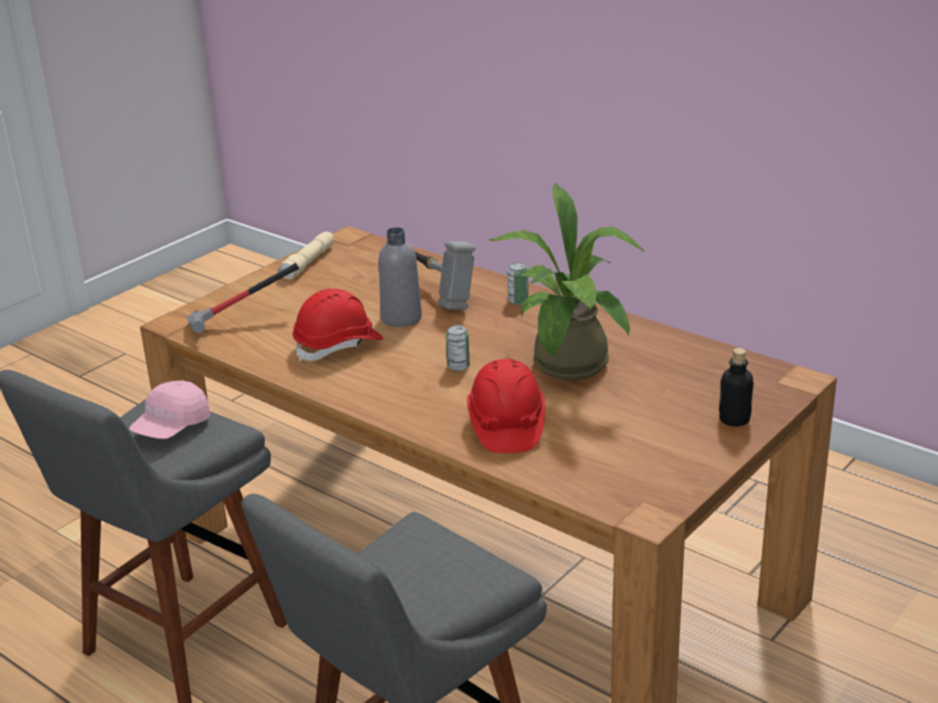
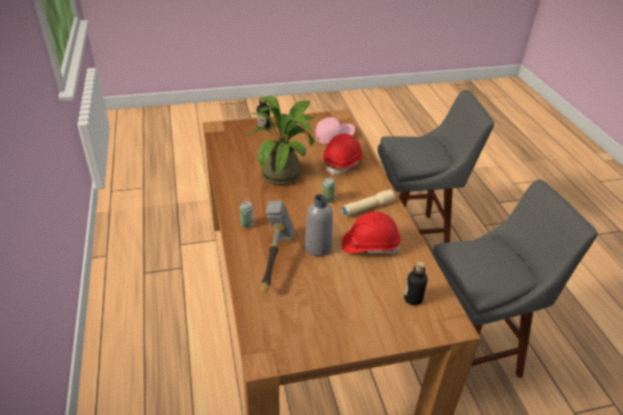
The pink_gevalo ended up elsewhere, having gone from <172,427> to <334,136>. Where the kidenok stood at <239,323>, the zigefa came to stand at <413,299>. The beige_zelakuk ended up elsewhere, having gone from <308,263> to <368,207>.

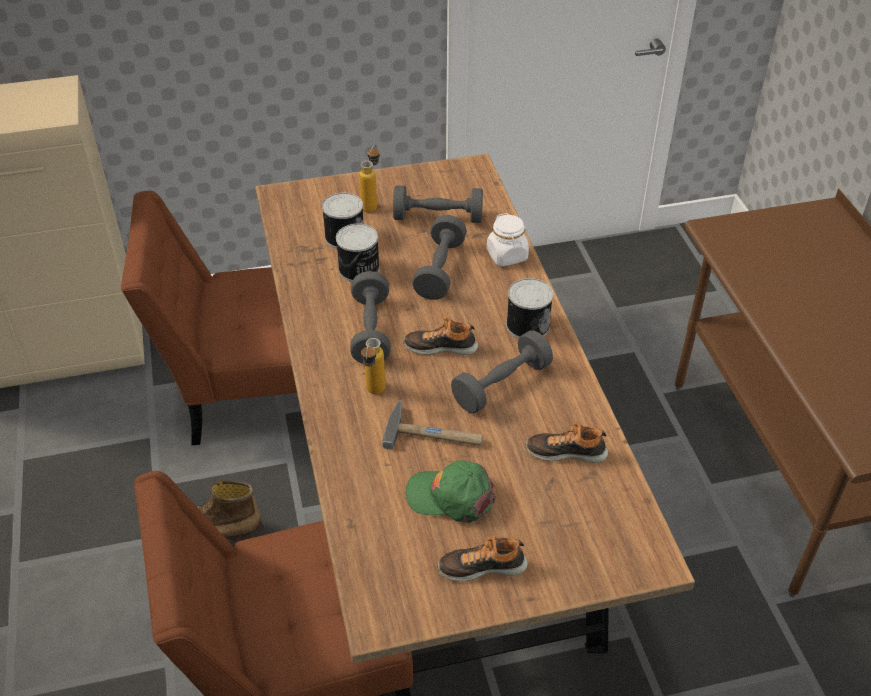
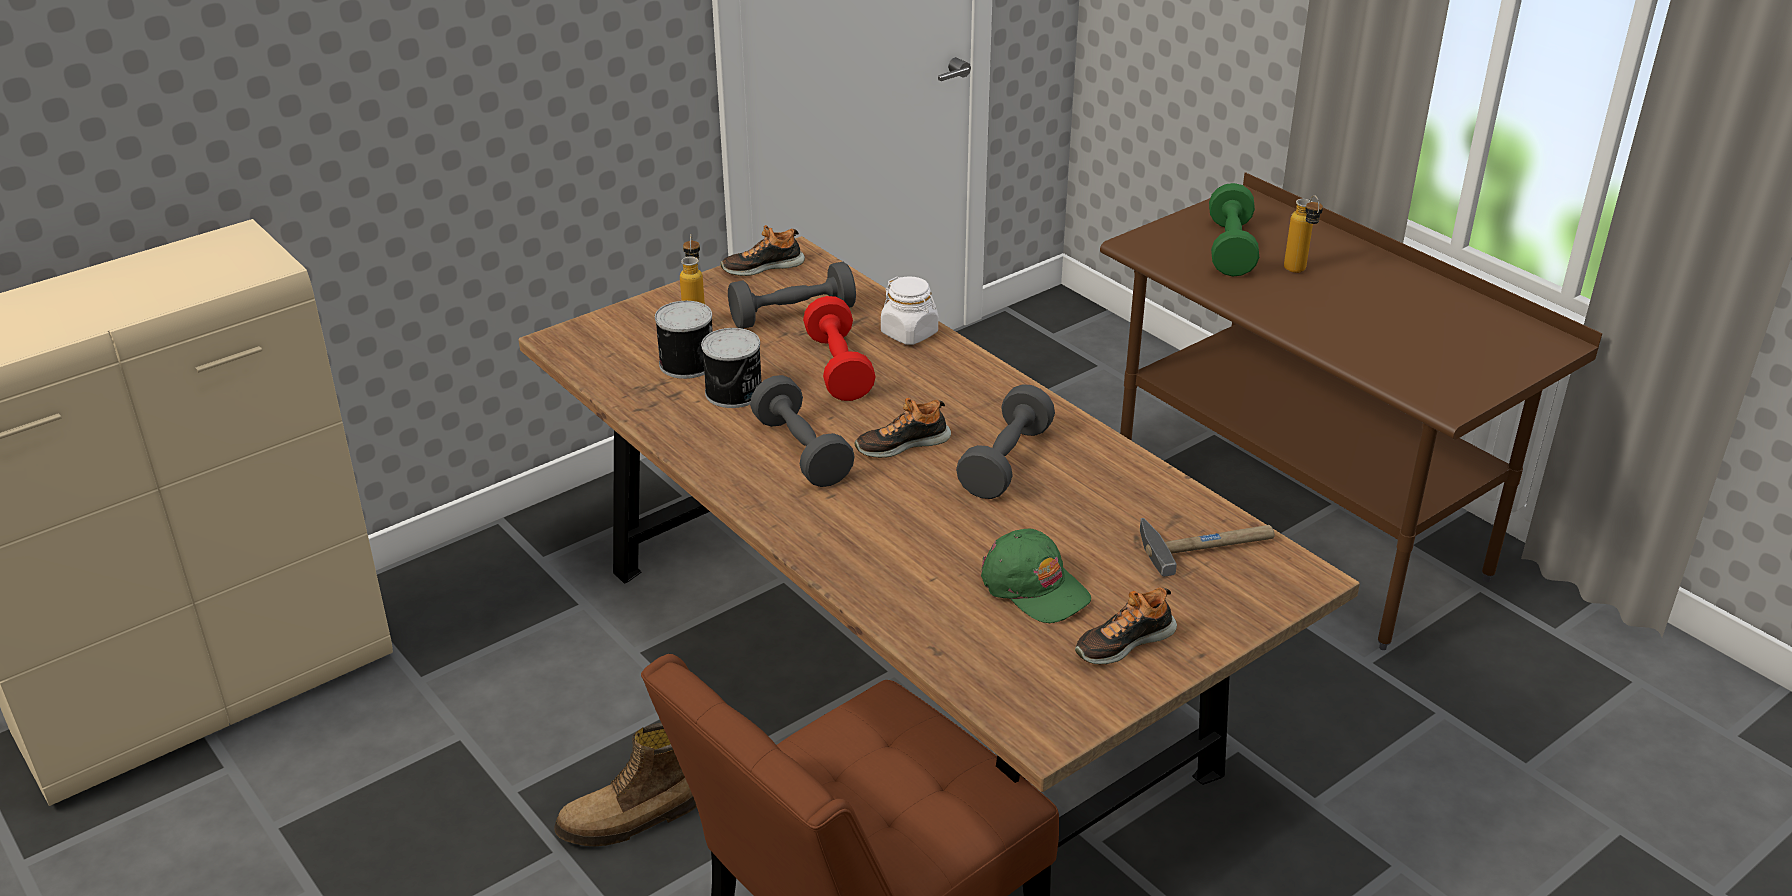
The second view lost the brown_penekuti at <251,390>. The zigefa ended up elsewhere, having gone from <373,394> to <1298,272>. The kidenok ended up elsewhere, having gone from <434,434> to <1207,544>. The green_gevalo at <451,496> ended up facing another way, 120 degrees counterclockwise from before. What was the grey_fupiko at <440,270> turned into the red_fupiko at <838,368>. The second view lost the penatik at <527,324>. The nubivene ended up elsewhere, having gone from <566,451> to <762,267>. The second view gained the green_fupiko at <1230,249>.

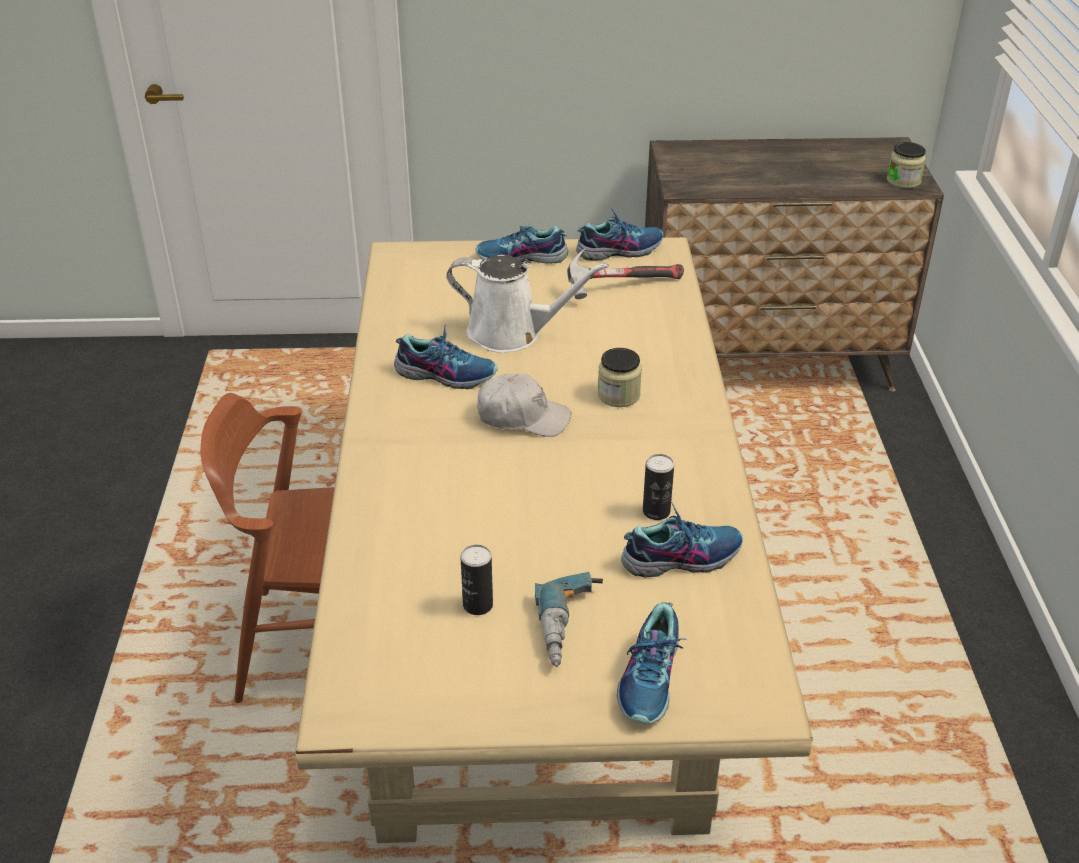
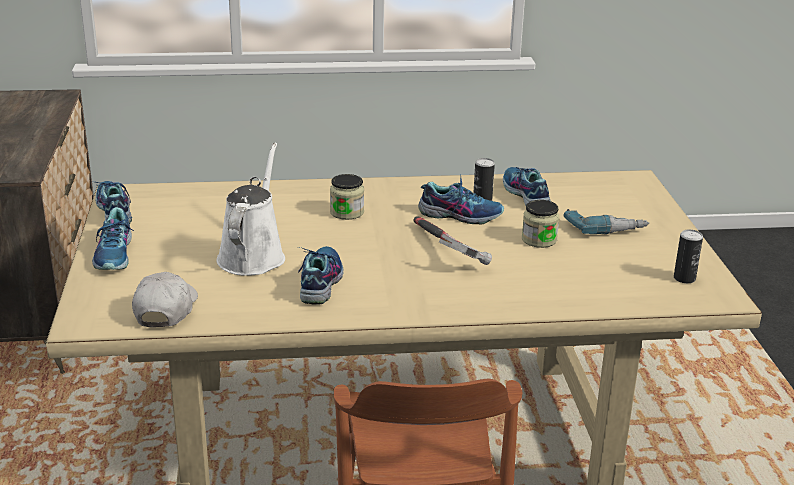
The penatik ended up elsewhere, having gone from <478,605> to <684,278>. The white_gevalo ended up elsewhere, having gone from <523,417> to <165,309>. The kidenok ended up elsewhere, having gone from <620,287> to <445,251>. The nubivene ended up elsewhere, having gone from <651,678> to <460,215>. The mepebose ended up elsewhere, having gone from <903,181> to <539,240>.

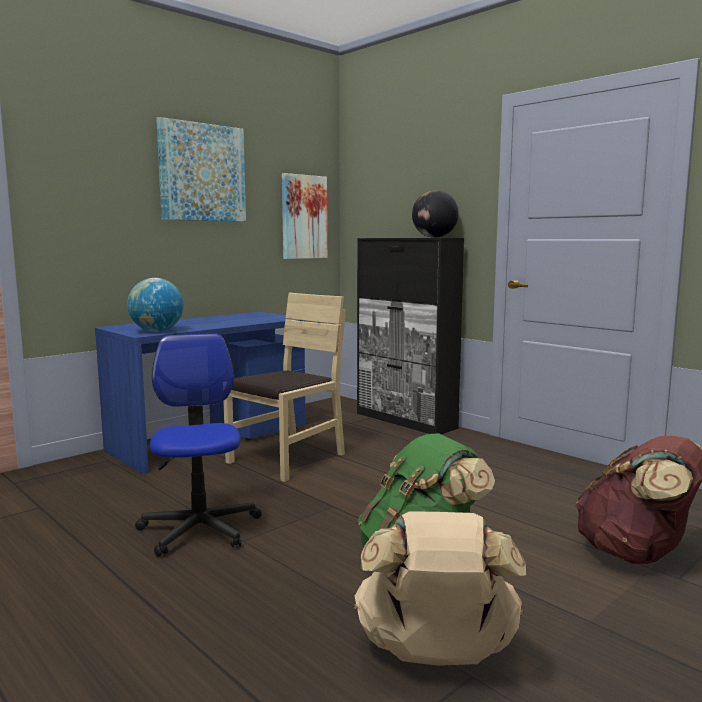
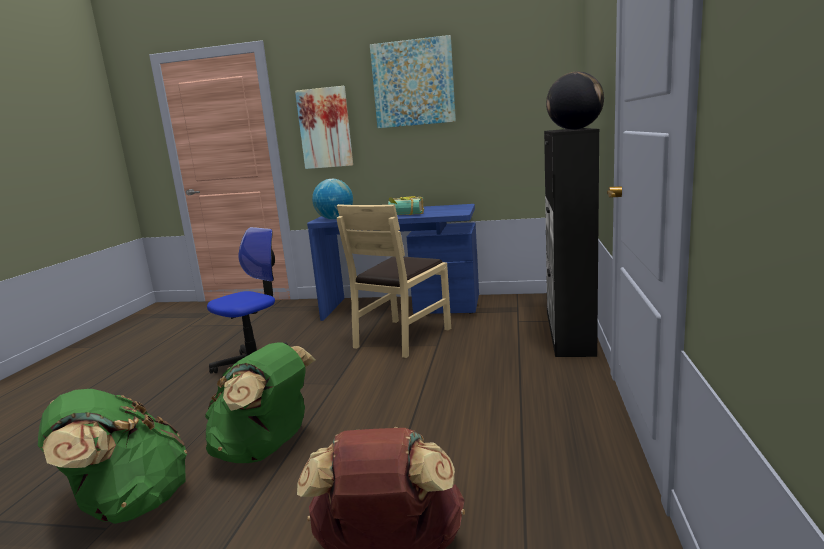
The beige_penekuti at <287,459> ended up facing another way, 120 degrees clockwise from before. The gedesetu ended up elsewhere, having gone from <303,217> to <325,128>. What was the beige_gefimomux at <436,655> turned into the green_gefimomux at <129,504>. The second view gained the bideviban at <406,215>.

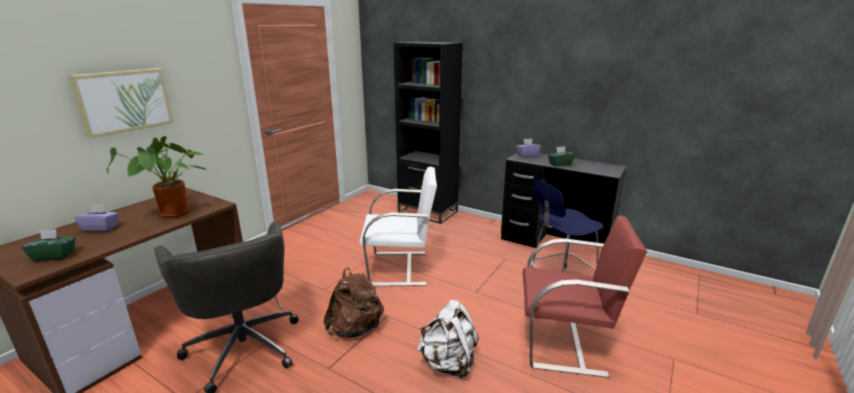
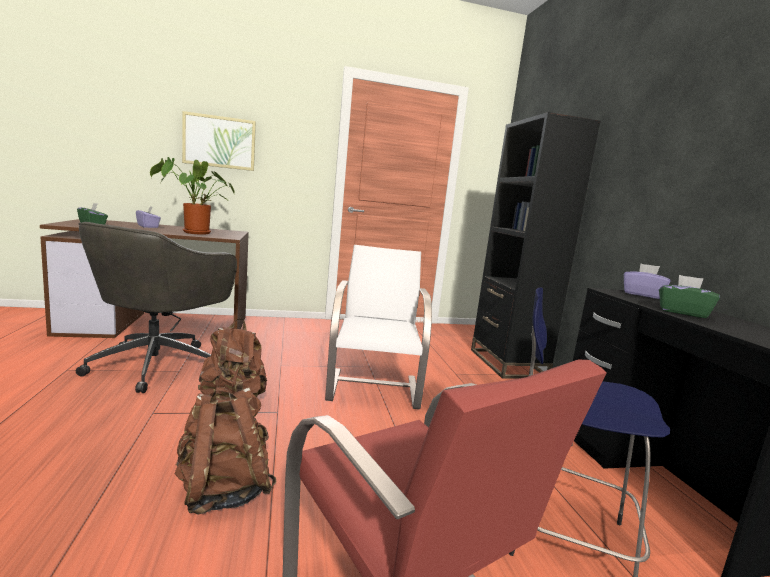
The white_penekuti at <400,268> ended up facing another way, 135 degrees counterclockwise from before. What was the white_gefimomux at <448,363> turned into the brown_gefimomux at <223,491>.

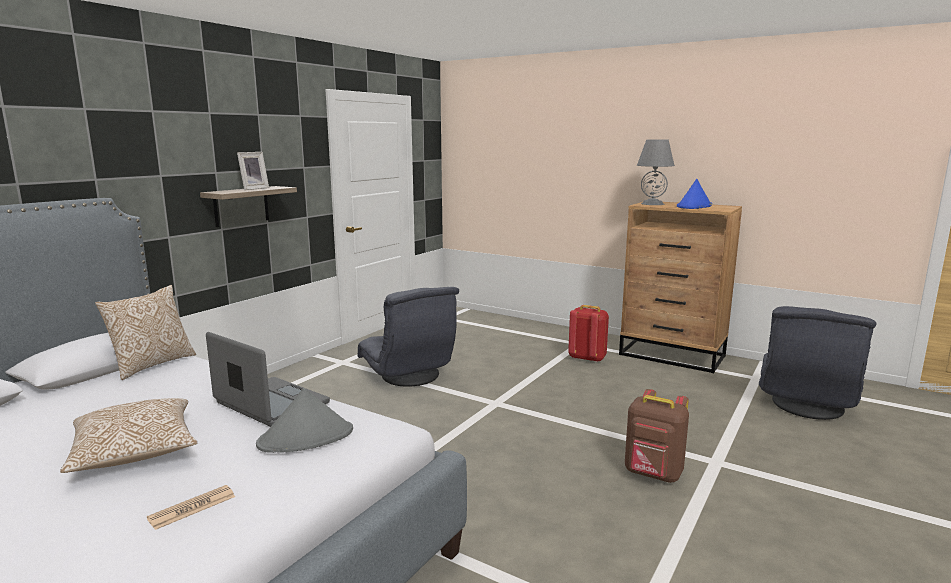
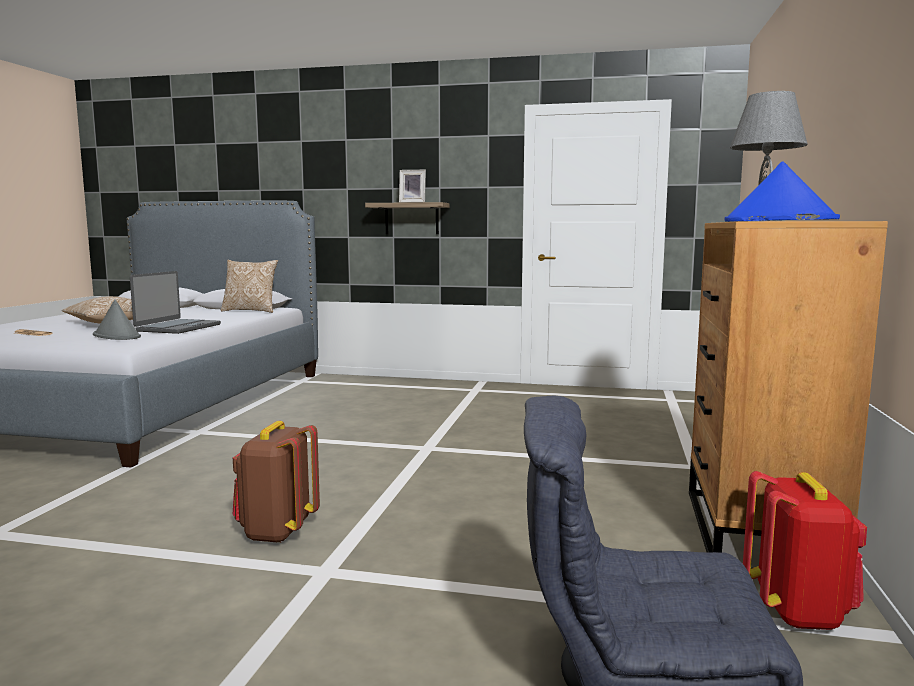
The second view lost the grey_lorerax at <409,376>. The red_gefimomux ended up elsewhere, having gone from <587,358> to <798,611>.

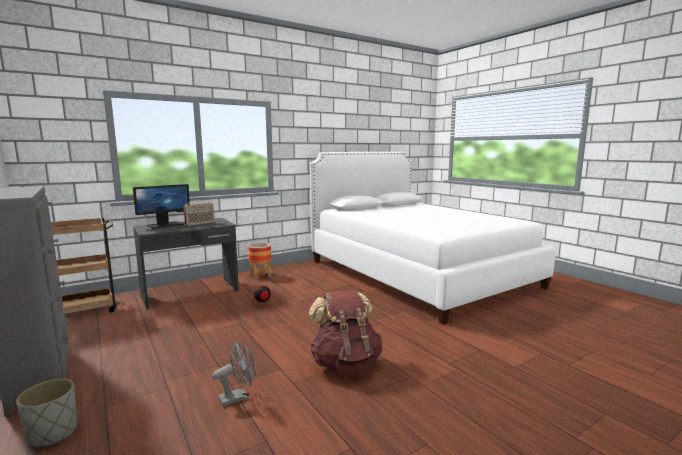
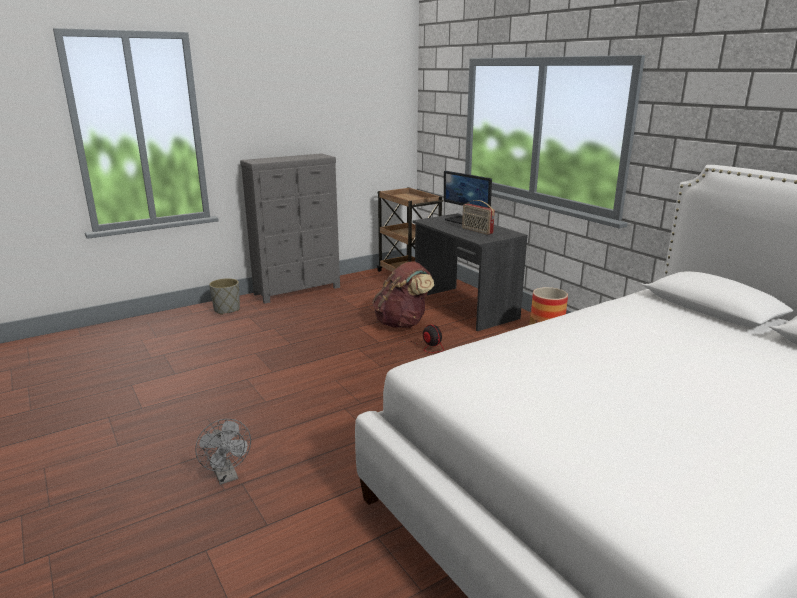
The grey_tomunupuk ended up elsewhere, having gone from <238,397> to <227,476>. The brown_gefimomux ended up elsewhere, having gone from <345,364> to <402,323>.

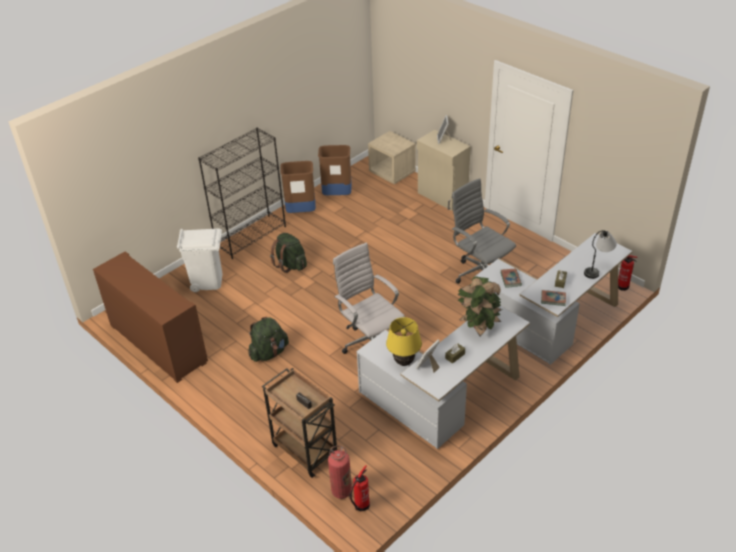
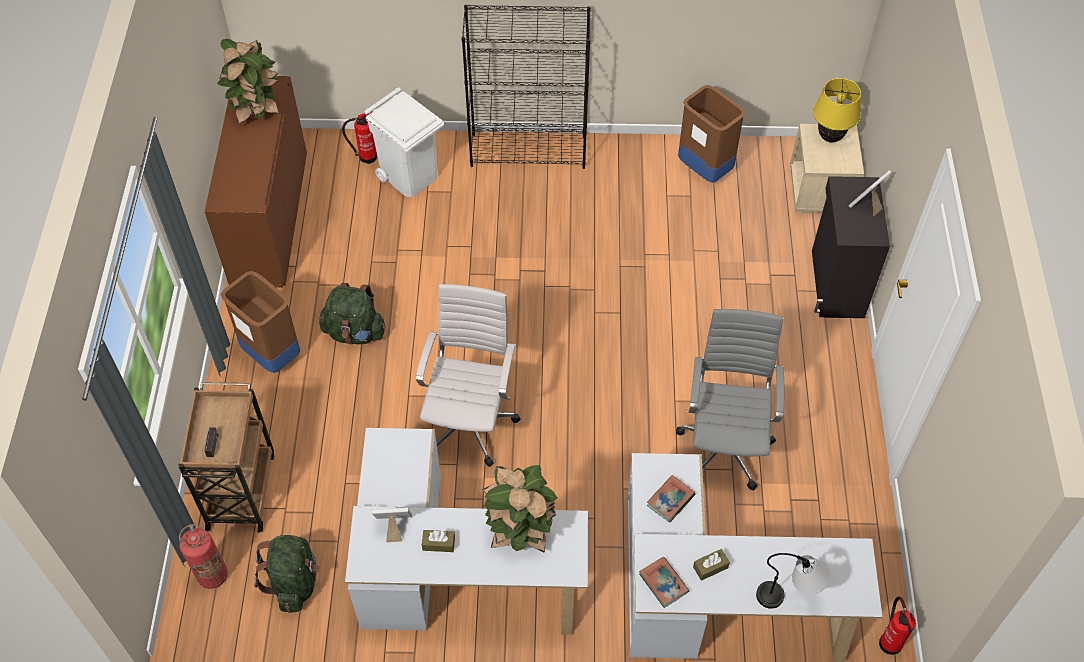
The green_gefimomux ended up elsewhere, having gone from <290,265> to <294,582>. The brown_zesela ended up elsewhere, having gone from <301,212> to <271,355>. The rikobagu ended up elsewhere, having gone from <360,506> to <366,156>. The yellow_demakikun ended up elsewhere, having gone from <404,362> to <830,137>. What was the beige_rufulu at <442,197> turned into the black_rufulu at <836,284>. The second view gained the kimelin at <256,110>.

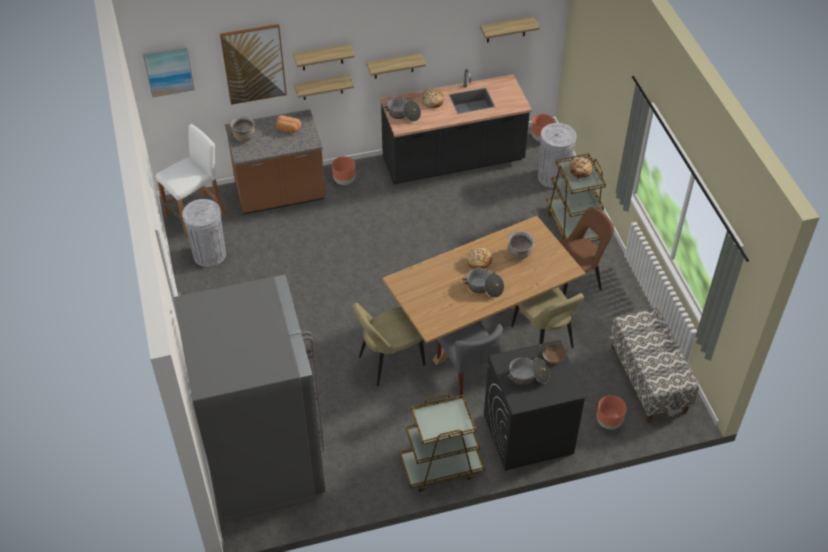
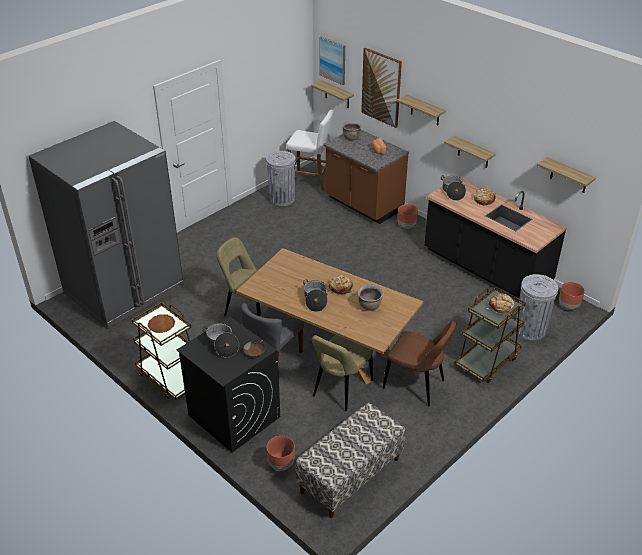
The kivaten ended up elsewhere, having gone from <322,87> to <337,95>. The second view gained the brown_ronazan at <161,325>.

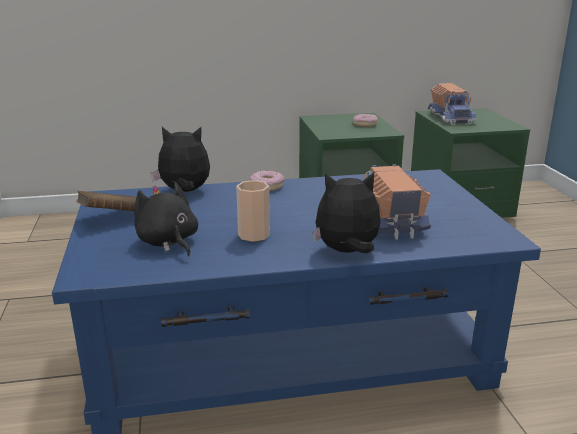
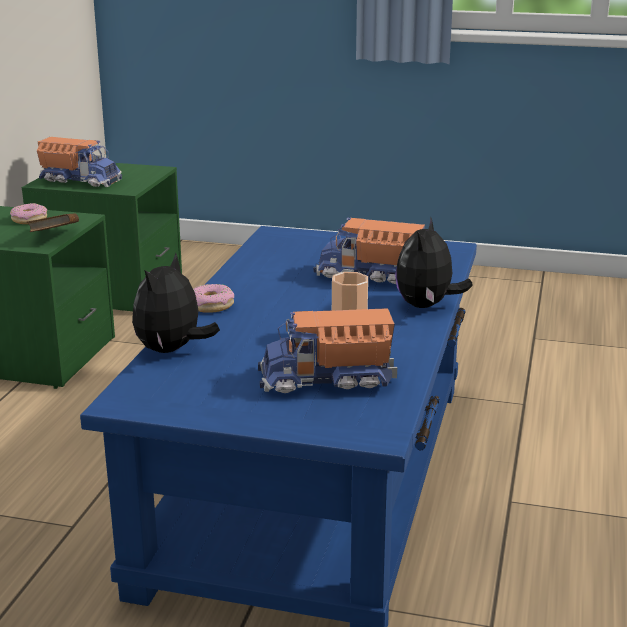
The brown_bideviban ended up elsewhere, having gone from <113,217> to <55,237>. Where the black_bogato stood at <168,242>, the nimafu came to stand at <327,380>.

